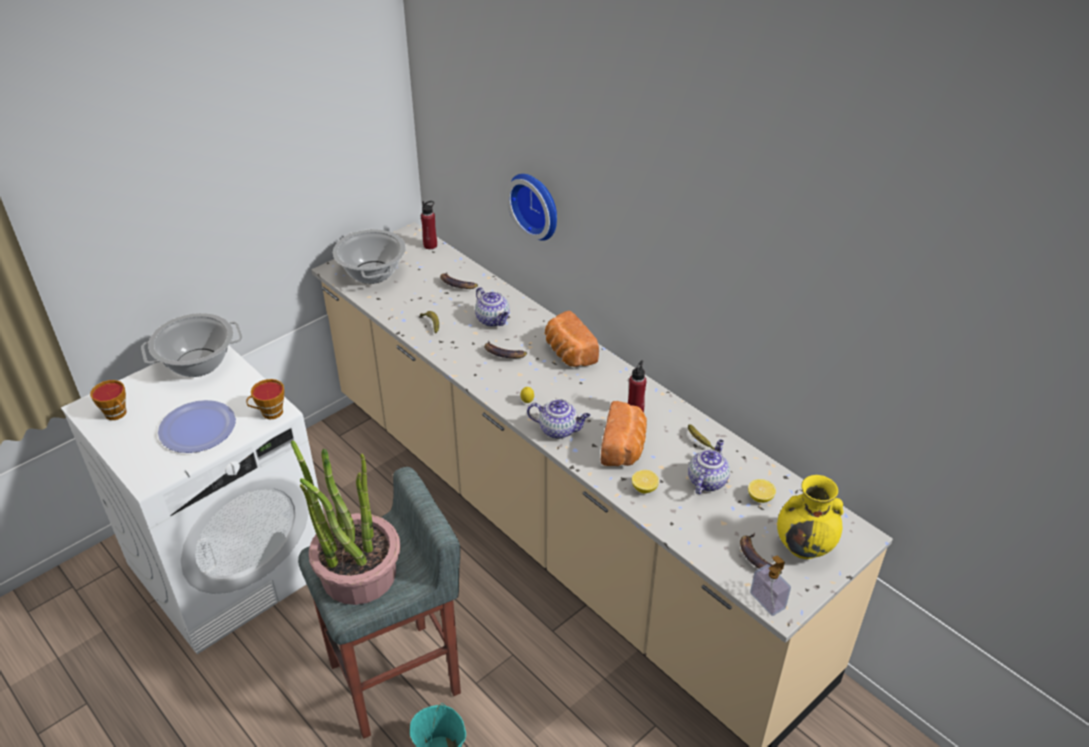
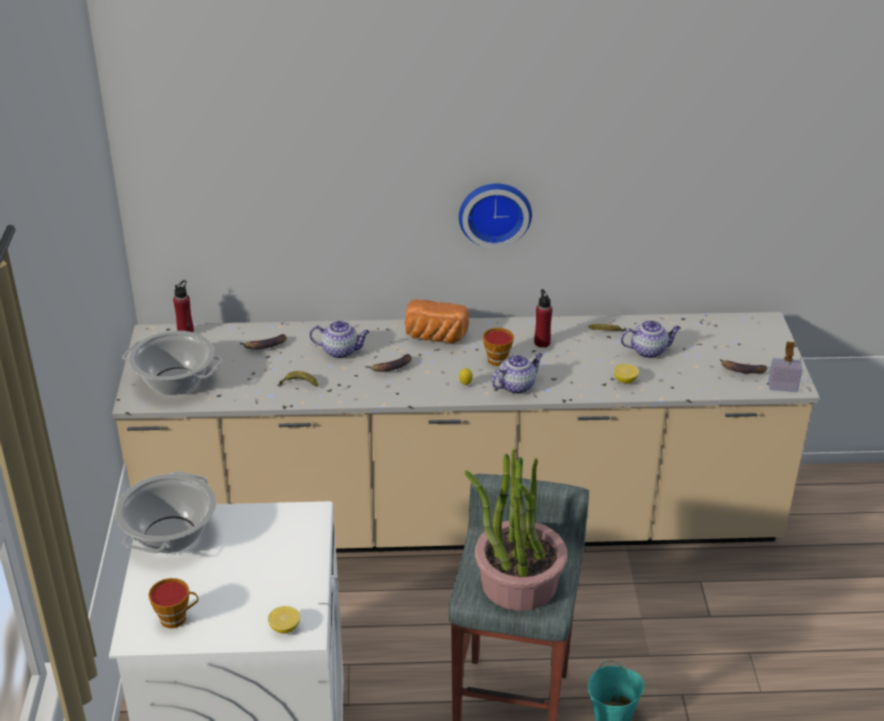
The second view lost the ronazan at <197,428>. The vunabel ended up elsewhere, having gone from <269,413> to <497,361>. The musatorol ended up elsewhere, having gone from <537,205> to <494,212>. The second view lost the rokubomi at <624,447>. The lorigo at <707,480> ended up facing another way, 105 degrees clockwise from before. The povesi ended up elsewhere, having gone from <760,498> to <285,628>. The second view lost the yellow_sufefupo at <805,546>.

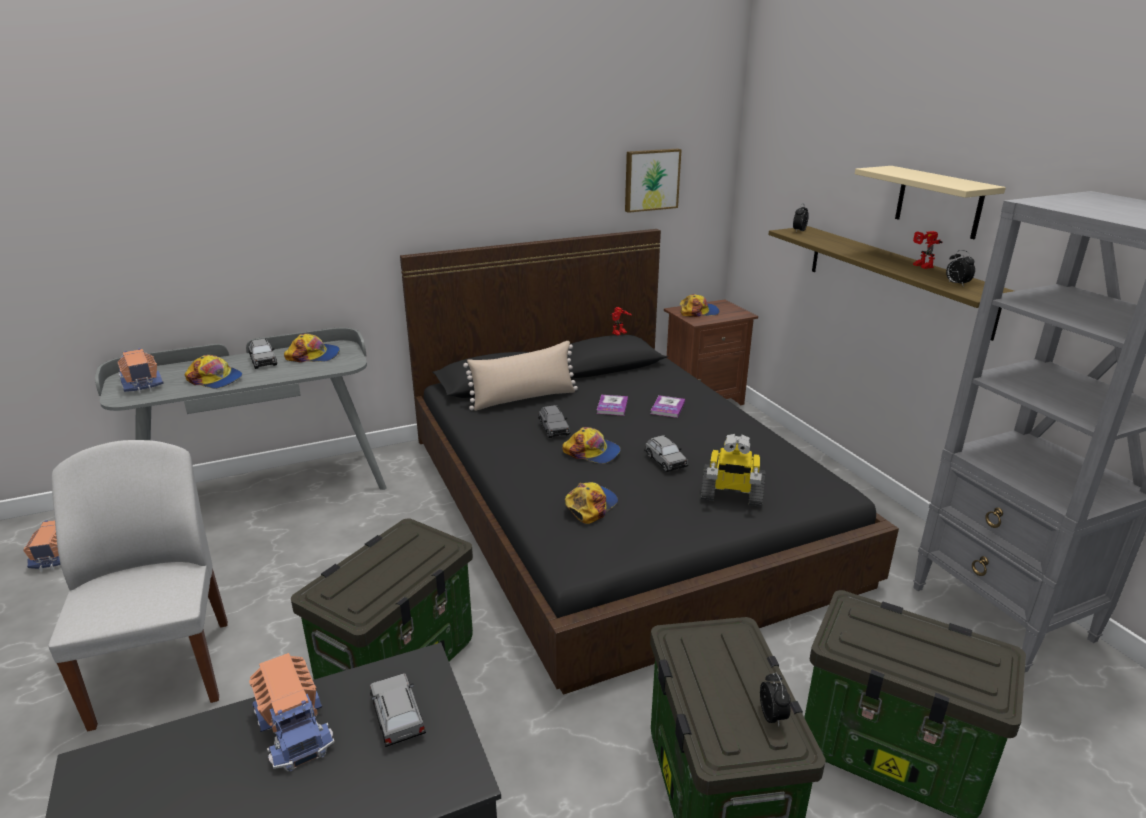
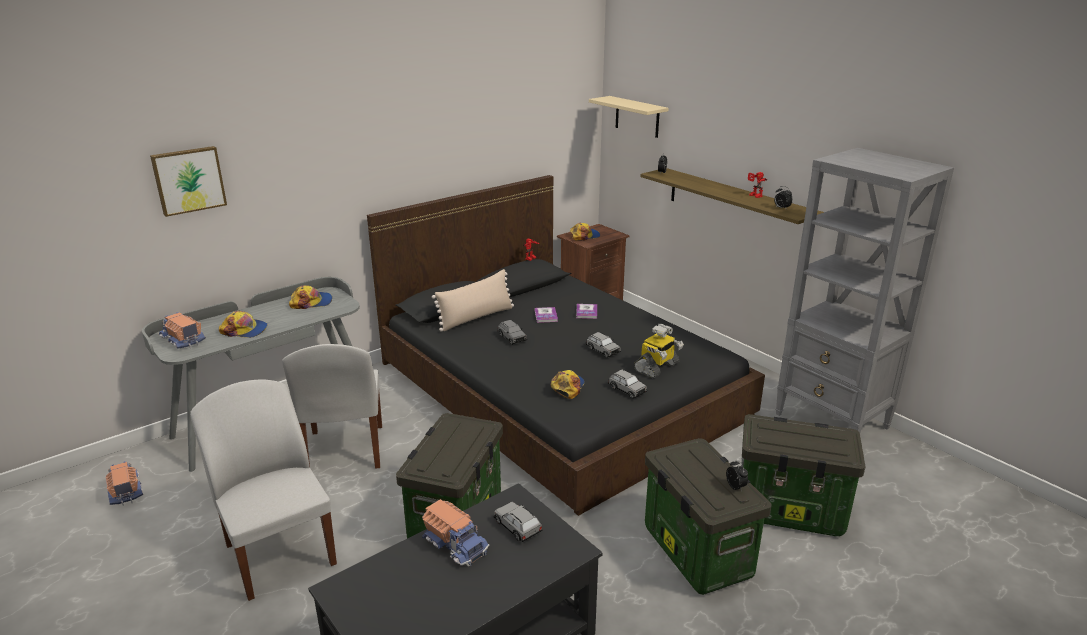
The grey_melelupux ended up elsewhere, having gone from <263,361> to <627,390>. The second view lost the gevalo at <592,452>. The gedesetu ended up elsewhere, having gone from <651,179> to <188,180>. The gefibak at <731,496> ended up facing another way, 45 degrees counterclockwise from before. The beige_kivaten ended up elsewhere, having gone from <938,202> to <637,117>. The second view gained the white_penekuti at <344,451>.

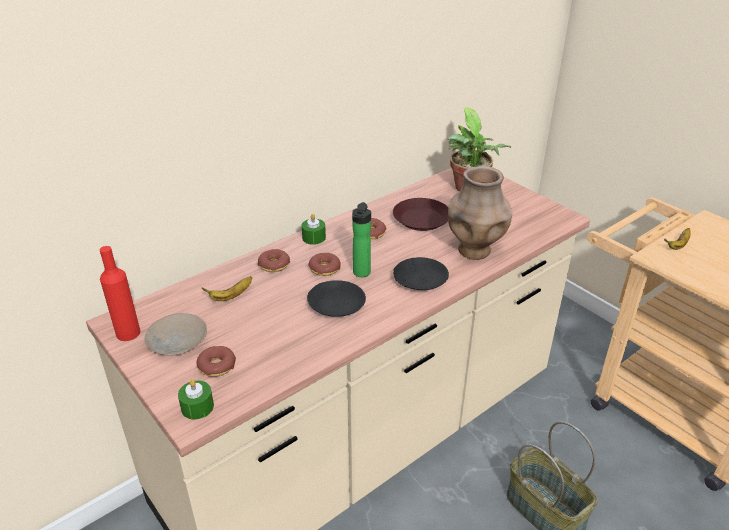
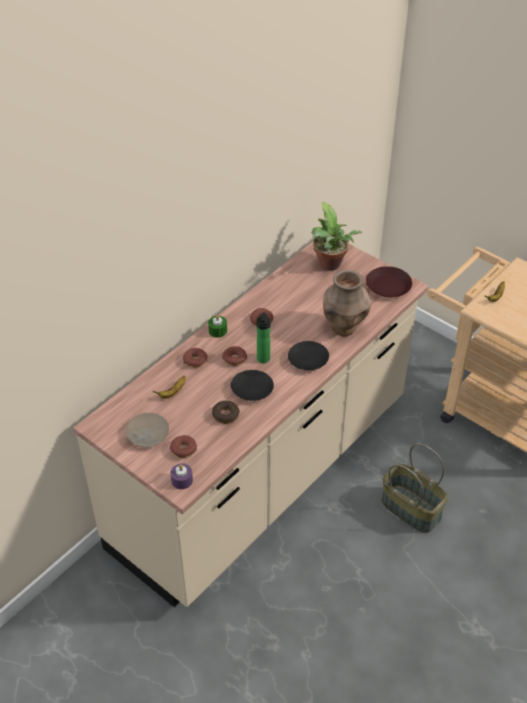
The second view lost the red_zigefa at <128,333>. What was the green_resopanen at <197,407> turned into the purple_resopanen at <182,480>. The brown_ronazan ended up elsewhere, having gone from <421,219> to <388,286>. The second view gained the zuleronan at <225,415>.

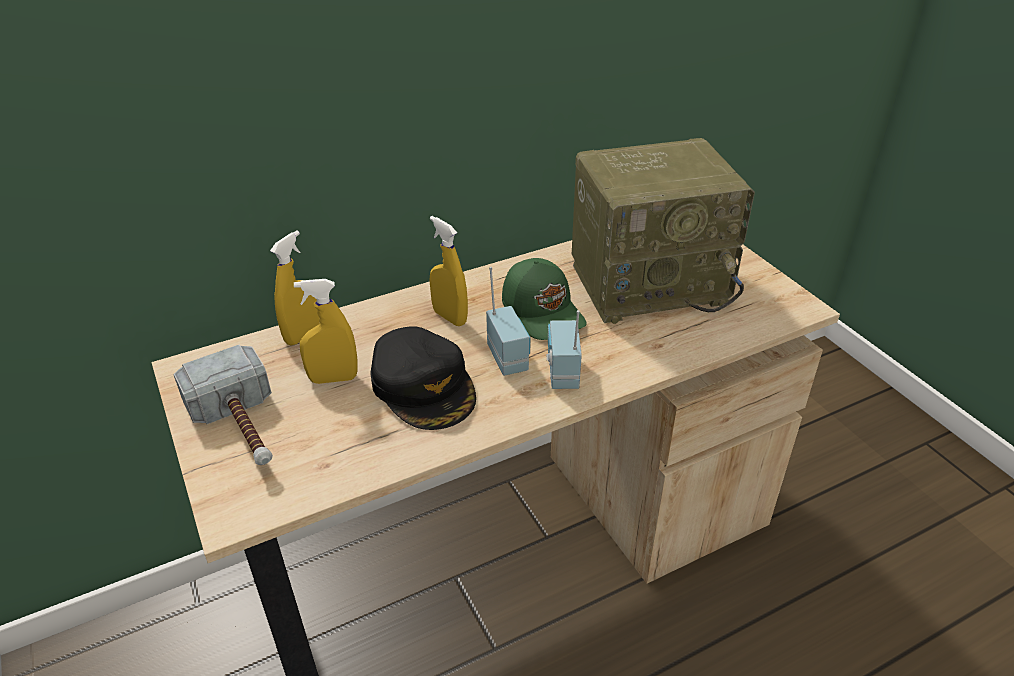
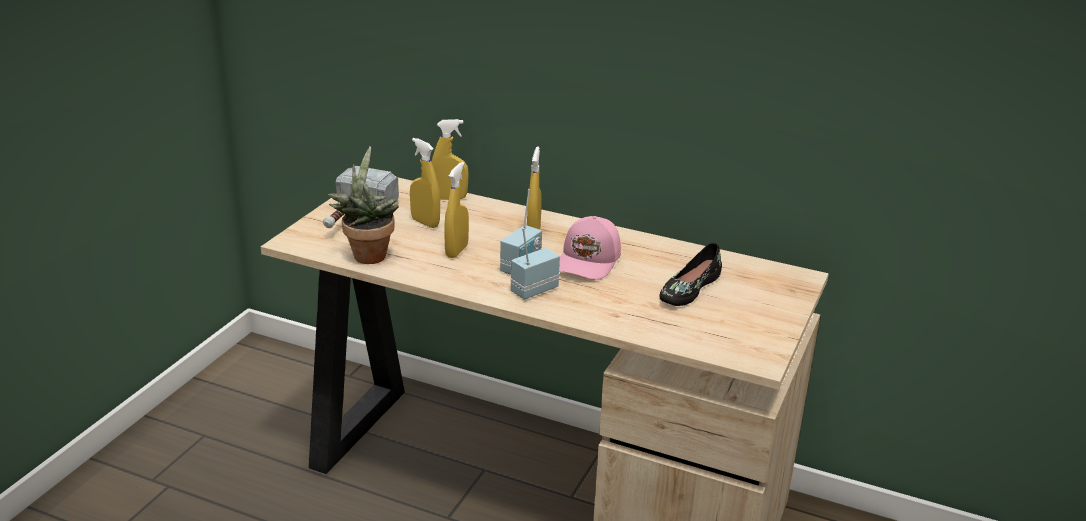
Where the black_gevalo stood at <424,386>, the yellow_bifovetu came to stand at <456,251>. What was the green_gevalo at <543,311> turned into the pink_gevalo at <589,262>. Where the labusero stood at <650,282>, the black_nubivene came to stand at <688,289>. The second view gained the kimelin at <367,254>.

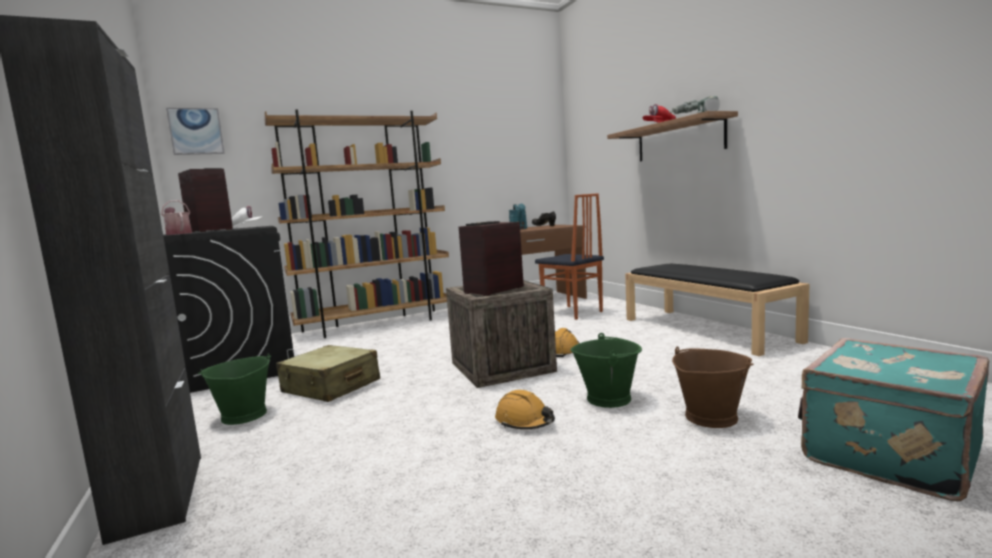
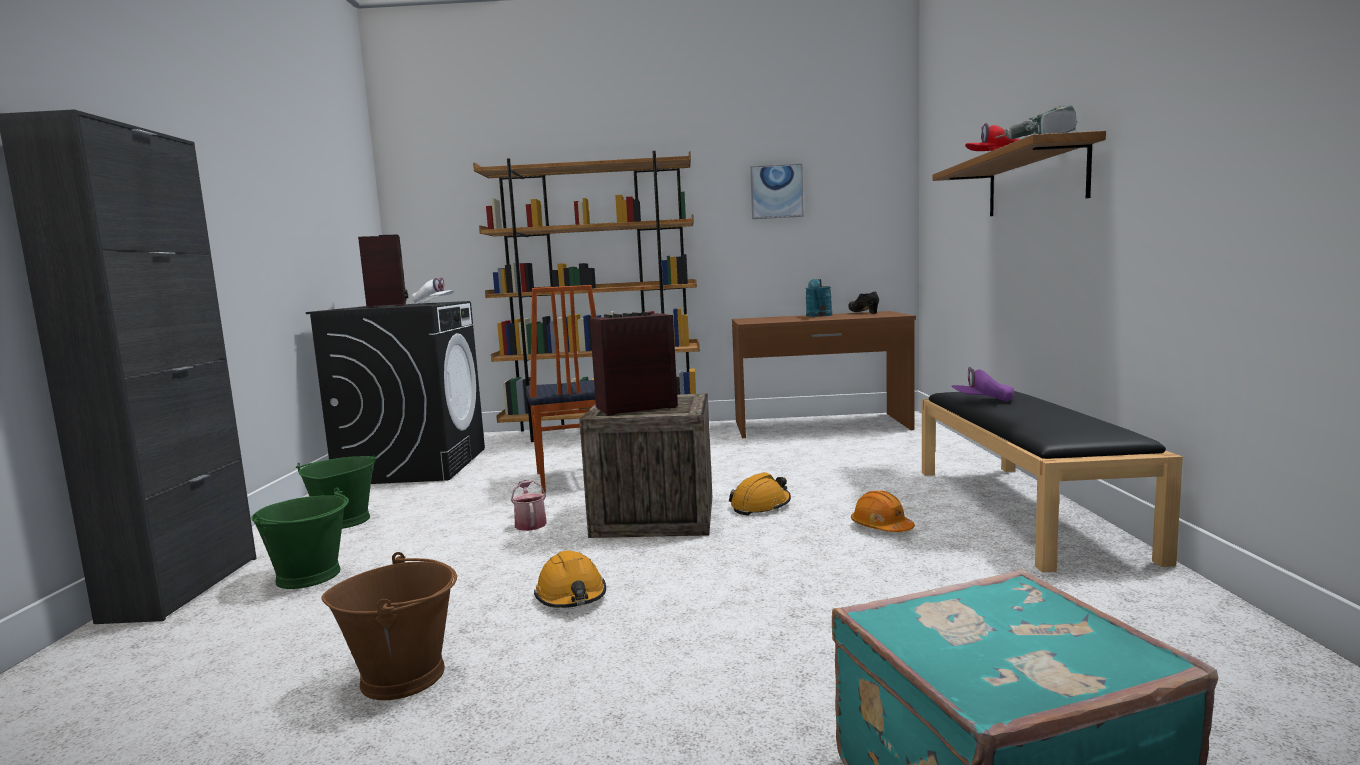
The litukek ended up elsewhere, having gone from <178,233> to <530,523>. The gedesetu ended up elsewhere, having gone from <196,131> to <776,191>. The second view lost the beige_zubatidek at <331,387>. The penekuti ended up elsewhere, having gone from <572,313> to <570,479>. The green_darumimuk ended up elsewhere, having gone from <609,398> to <310,576>. The brown_darumimuk ended up elsewhere, having gone from <710,417> to <404,676>. The second view gained the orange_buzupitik at <881,527>. The second view gained the purple_gevalo at <982,401>.

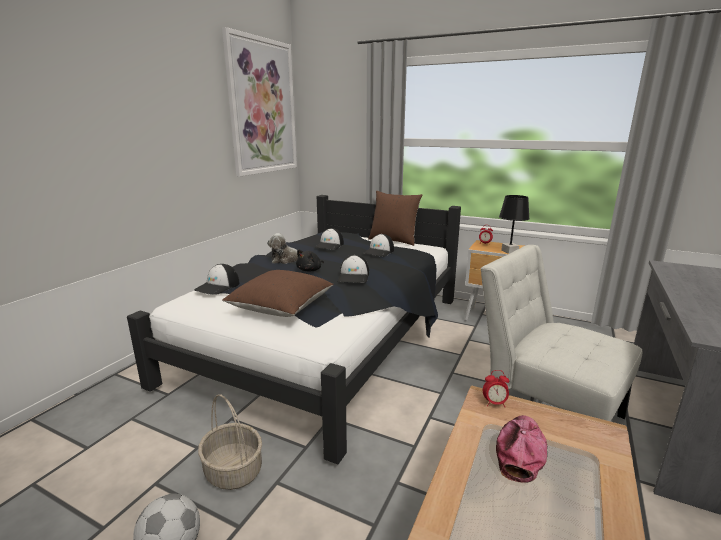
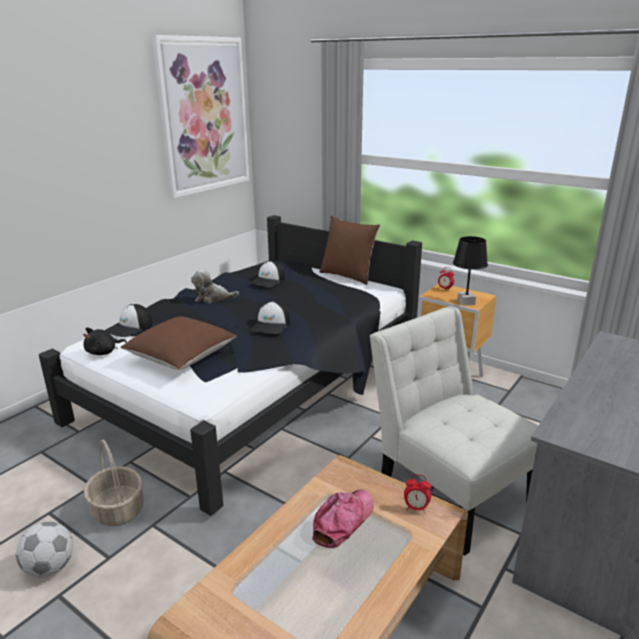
The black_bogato ended up elsewhere, having gone from <310,270> to <104,352>. The second view lost the gevalo at <379,252>. The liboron ended up elsewhere, having gone from <494,403> to <416,508>.

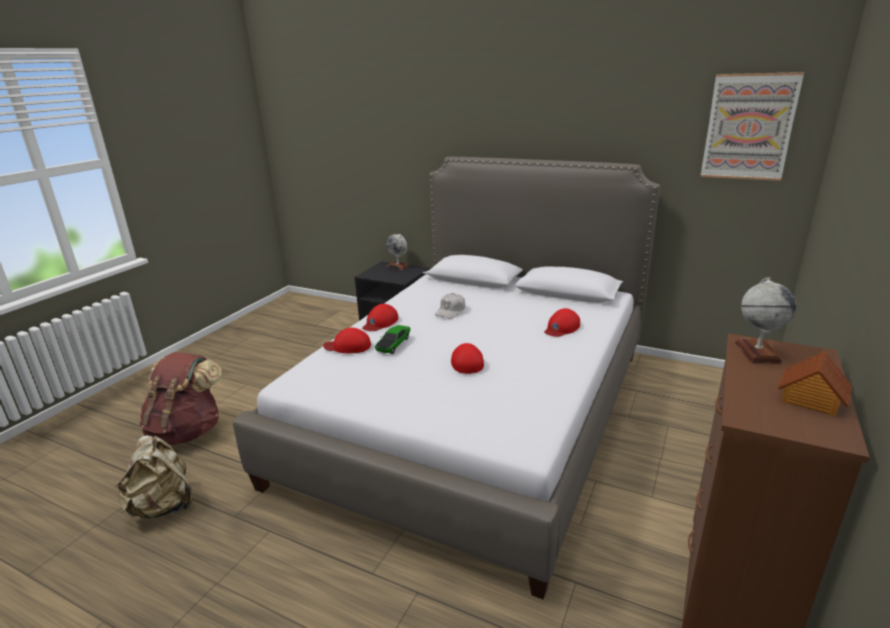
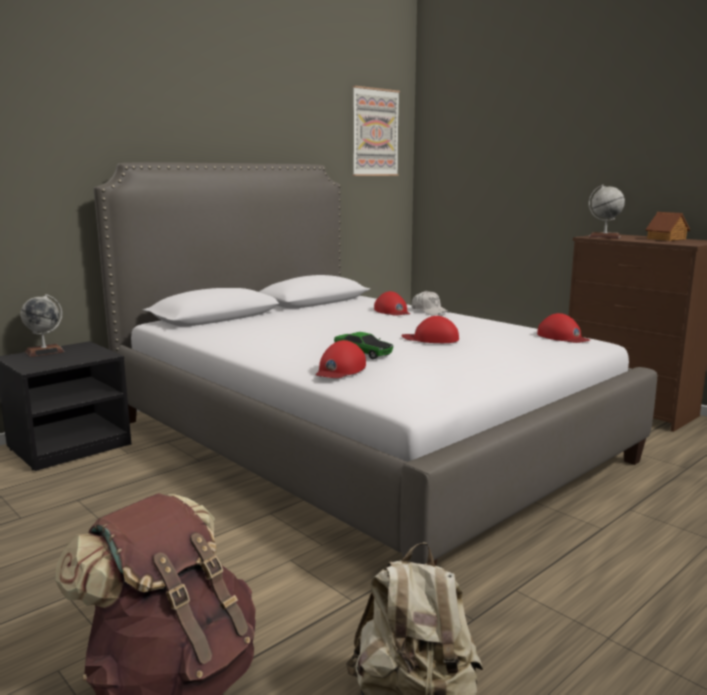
The red_gevalo ended up elsewhere, having gone from <380,322> to <562,337>. The white_gevalo ended up elsewhere, having gone from <451,311> to <429,311>.

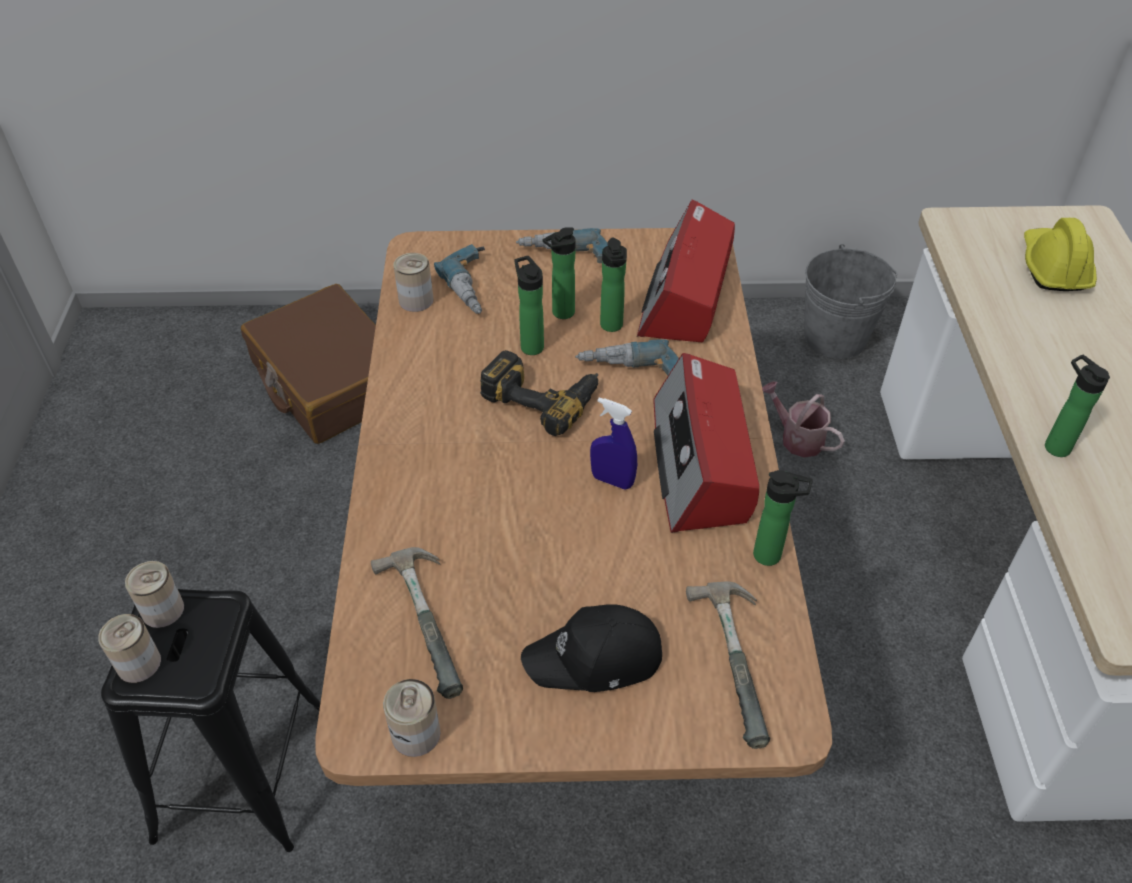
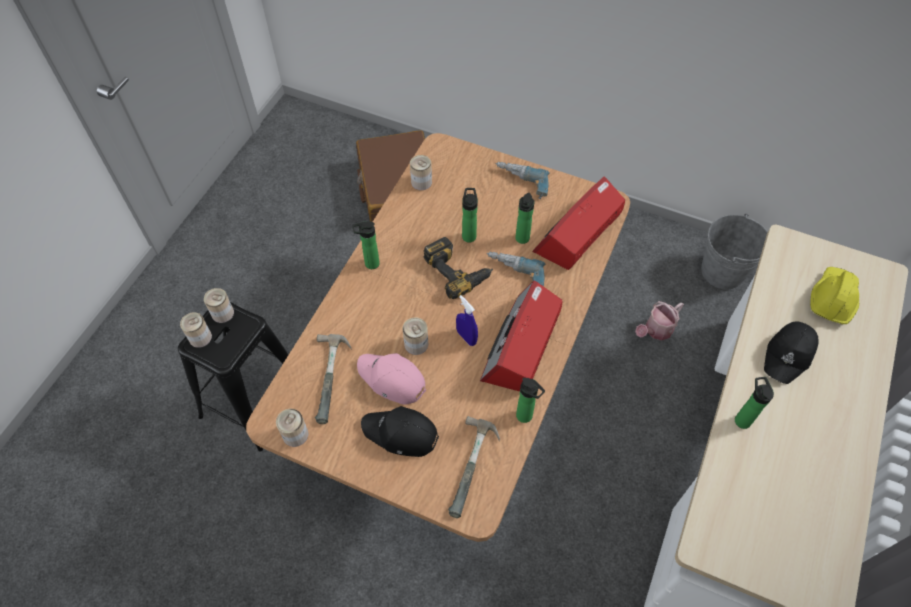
The second view lost the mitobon at <476,287>. The zigefa ended up elsewhere, having gone from <560,313> to <369,264>. The litukek at <797,438> ended up facing another way, 105 degrees counterclockwise from before. The second view gained the pink_gevalo at <392,380>. The second view gained the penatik at <416,344>. The second view gained the black_gevalo at <789,355>.

